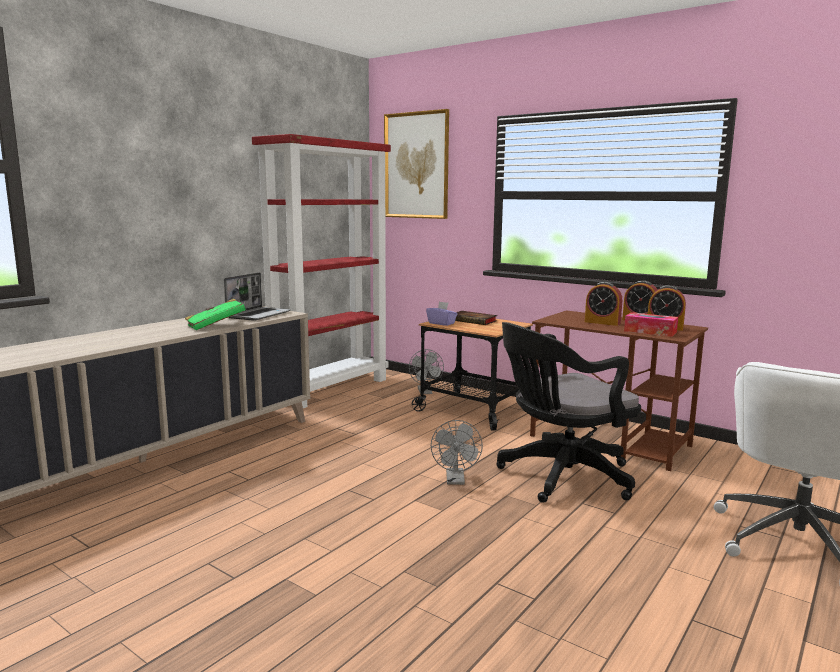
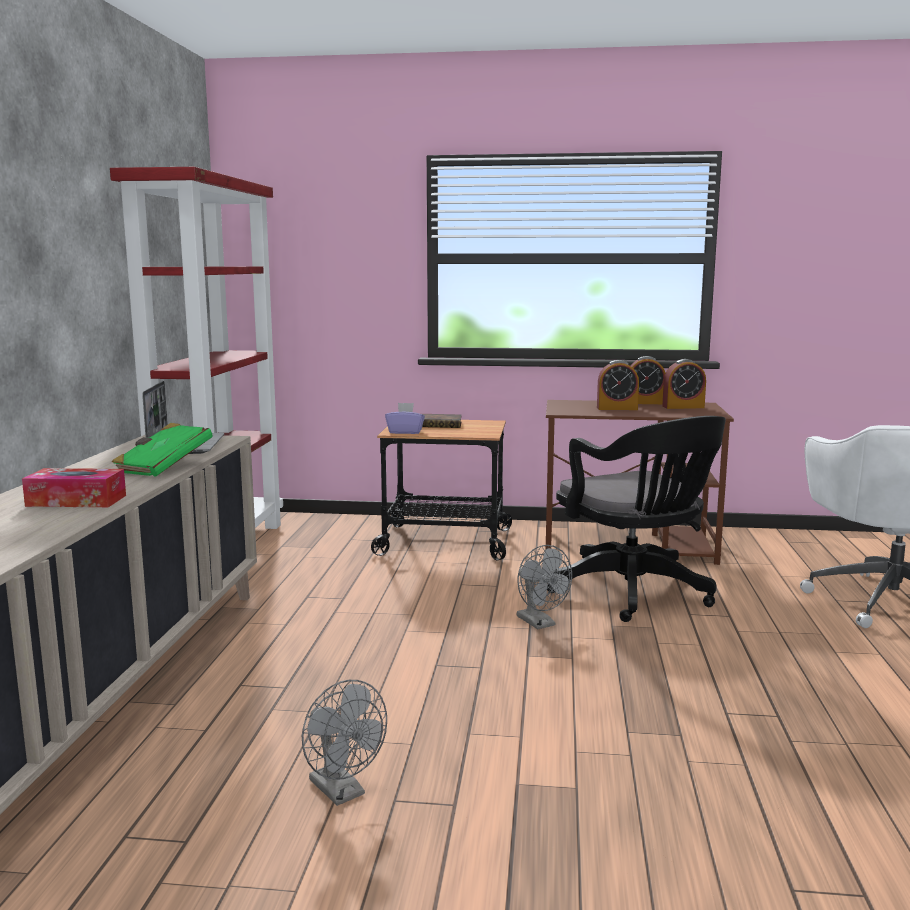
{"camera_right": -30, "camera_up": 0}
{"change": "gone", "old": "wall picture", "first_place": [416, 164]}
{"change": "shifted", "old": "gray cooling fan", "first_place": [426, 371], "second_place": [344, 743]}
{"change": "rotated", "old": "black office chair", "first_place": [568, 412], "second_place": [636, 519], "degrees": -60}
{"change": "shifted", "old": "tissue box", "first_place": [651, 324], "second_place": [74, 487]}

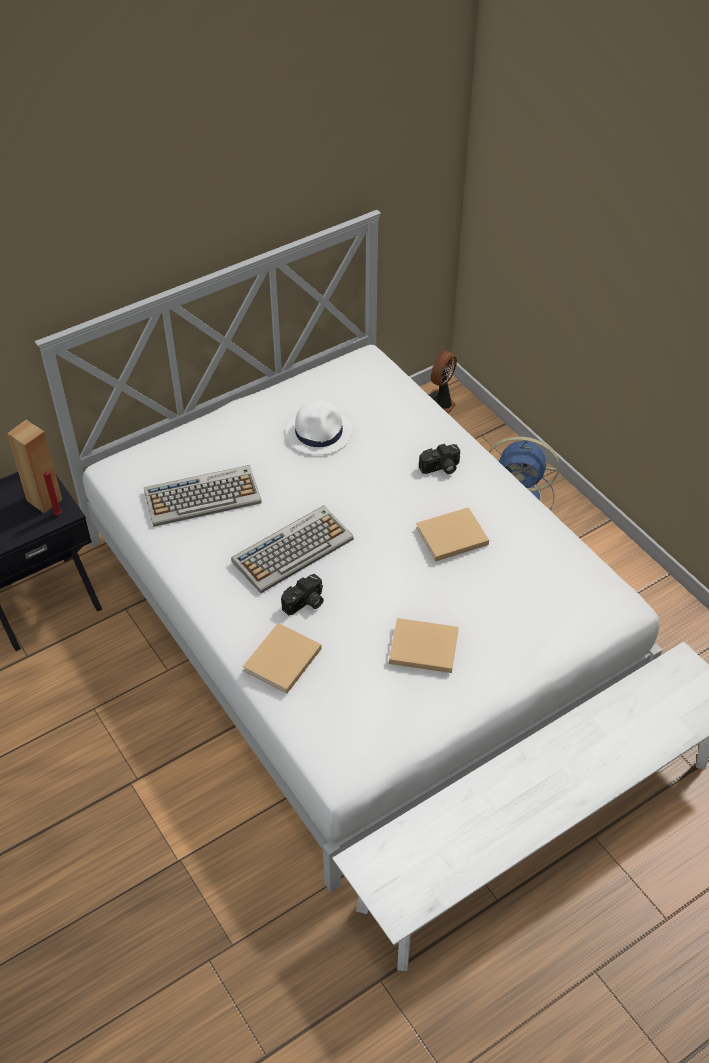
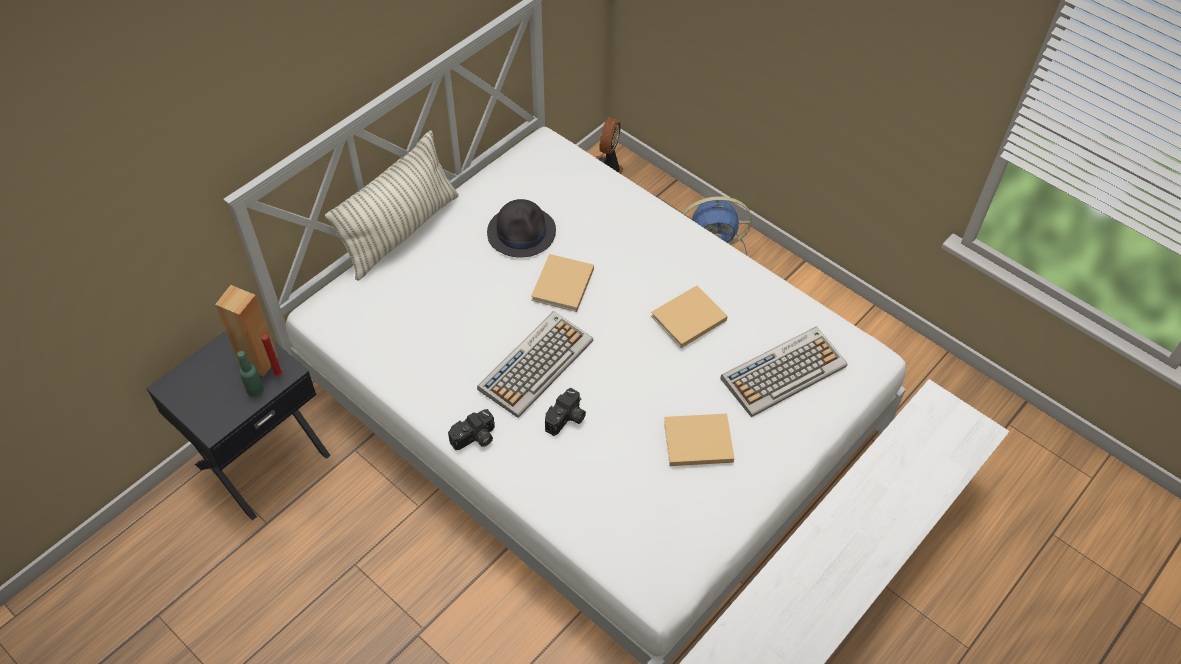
{"camera_right": -15, "camera_up": 5}
{"change": "shifted", "old": "keyboard", "first_place": [202, 496], "second_place": [784, 371]}
{"change": "shifted", "old": "beige book", "first_place": [282, 658], "second_place": [562, 283]}
{"change": "repainted", "old": "white clothing hat", "new": "black clothing hat", "first_place": [319, 427], "second_place": [521, 228]}
{"change": "shifted", "old": "photo camera", "first_place": [439, 459], "second_place": [471, 429]}
{"change": "new", "new": "green drink bottle", "second_place": [250, 374]}
{"change": "new", "new": "cushion", "second_place": [392, 205]}

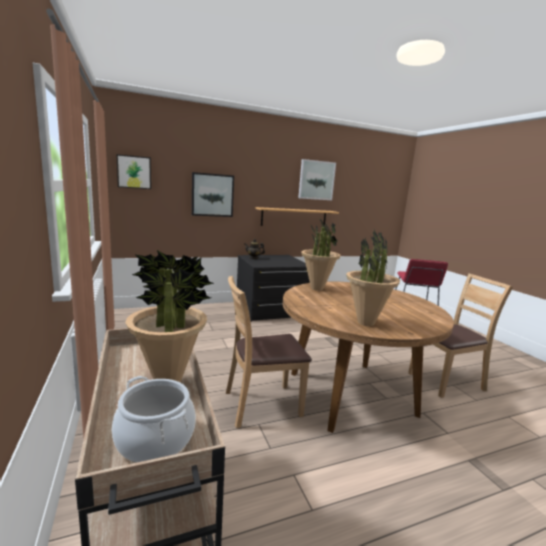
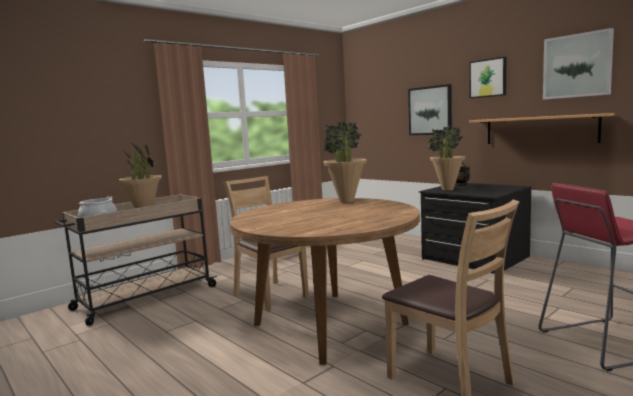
{"camera_right": 70, "camera_up": -5}
{"change": "shifted", "old": "wall picture", "first_place": [133, 171], "second_place": [488, 77]}
{"change": "shifted", "old": "plant in a pot", "first_place": [373, 278], "second_place": [446, 157]}

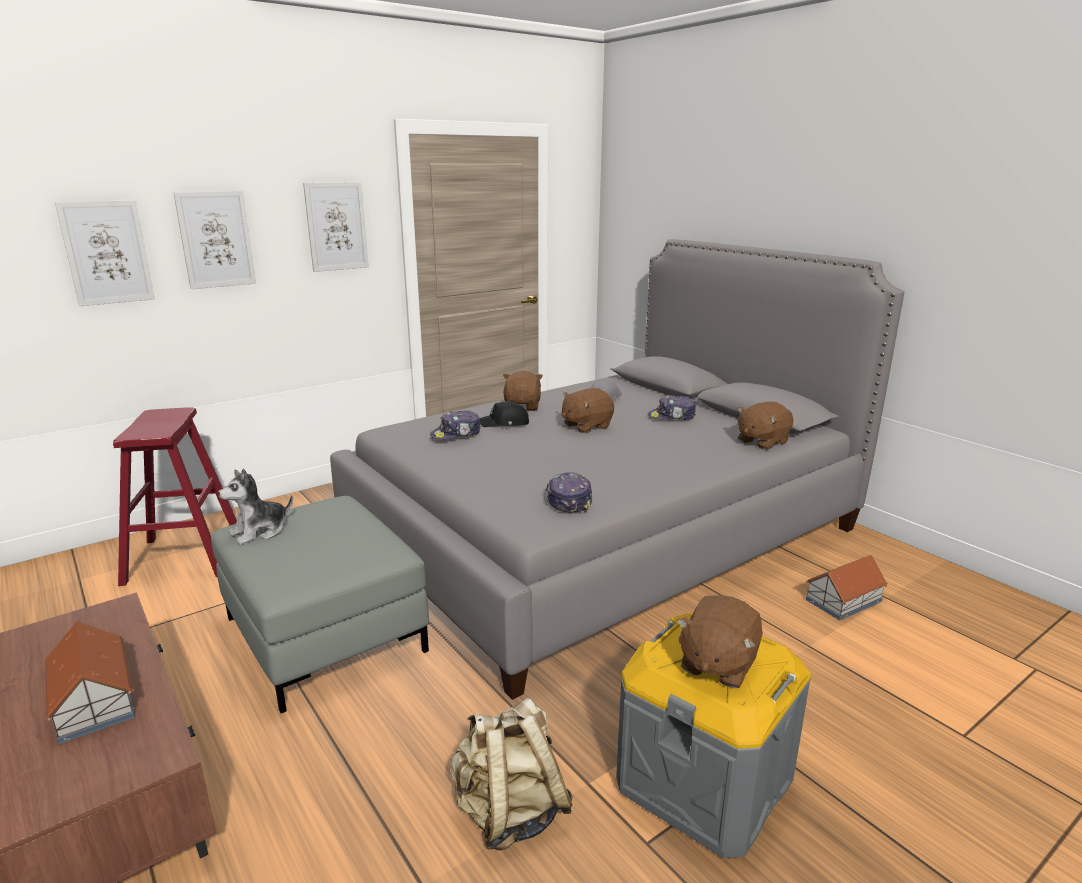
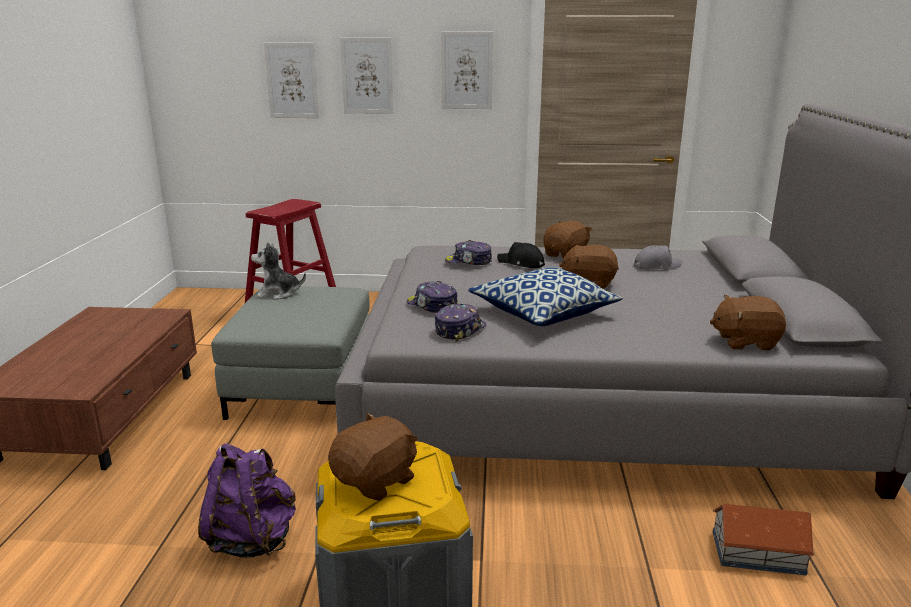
{"camera_right": 40, "camera_up": 0}
{"change": "gone", "old": "toy house", "first_place": [90, 682]}
{"change": "repainted", "old": "beige backpack", "new": "purplish backpack", "first_place": [511, 774], "second_place": [247, 500]}
{"change": "shifted", "old": "cap", "first_place": [672, 407], "second_place": [433, 297]}
{"change": "rotated", "old": "brownish plush toy", "first_place": [719, 641], "second_place": [373, 457], "degrees": 150}
{"change": "new", "new": "cushion", "second_place": [545, 296]}

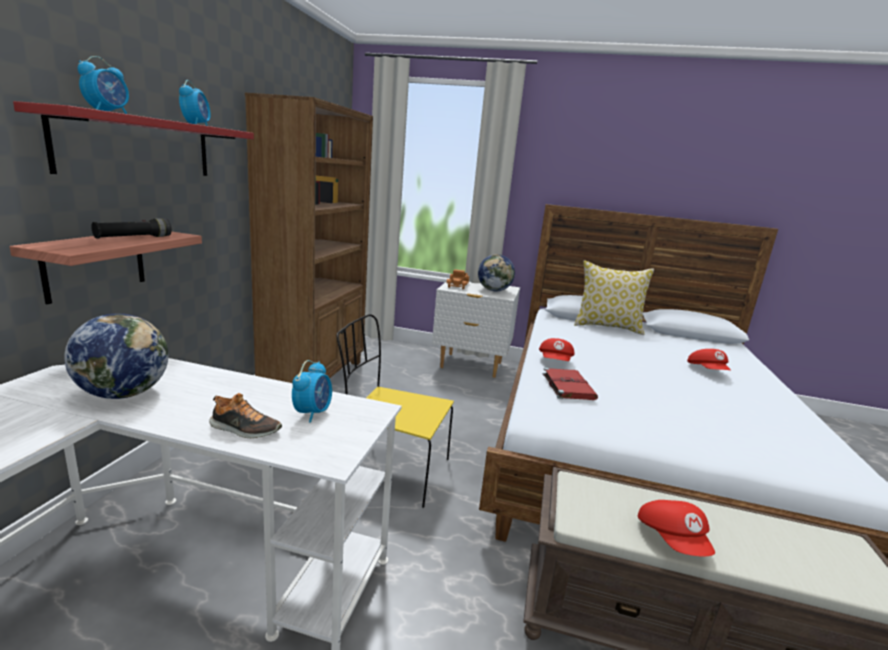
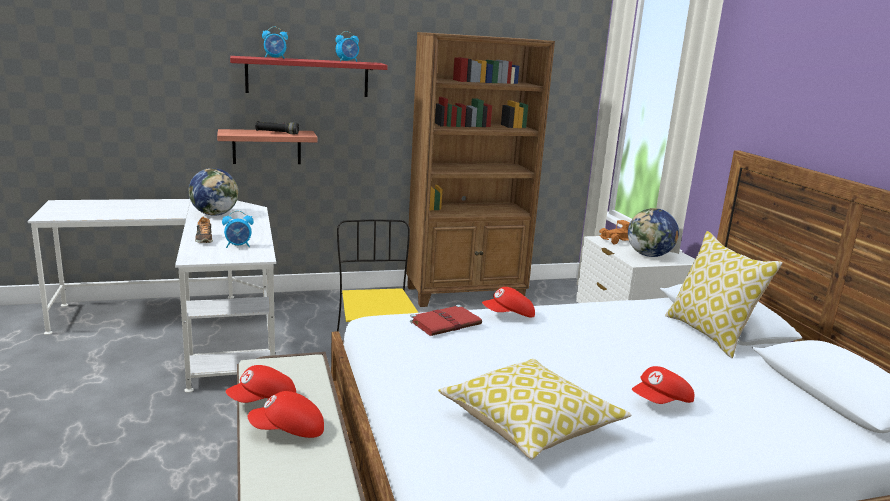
{"camera_right": 60, "camera_up": 0}
{"change": "new", "new": "reddish cap", "second_place": [286, 414]}
{"change": "new", "new": "cushion", "second_place": [534, 409]}

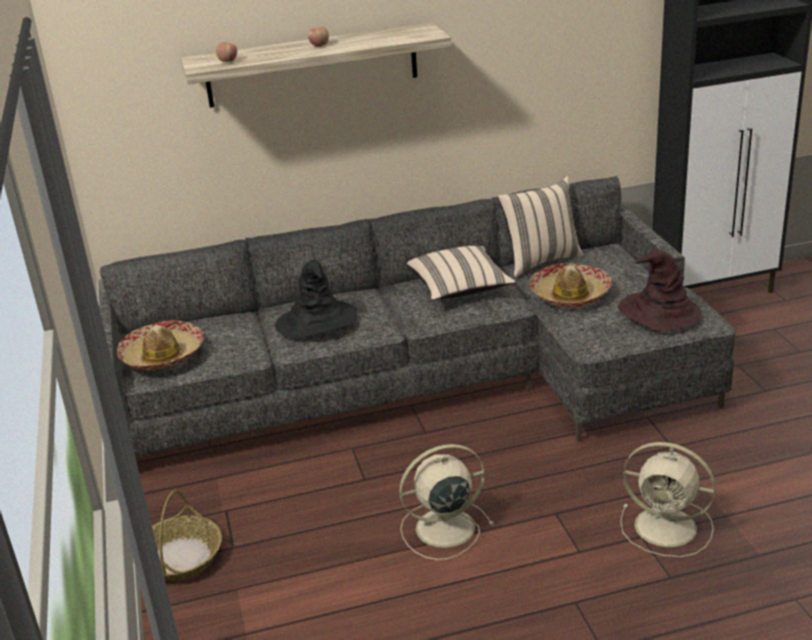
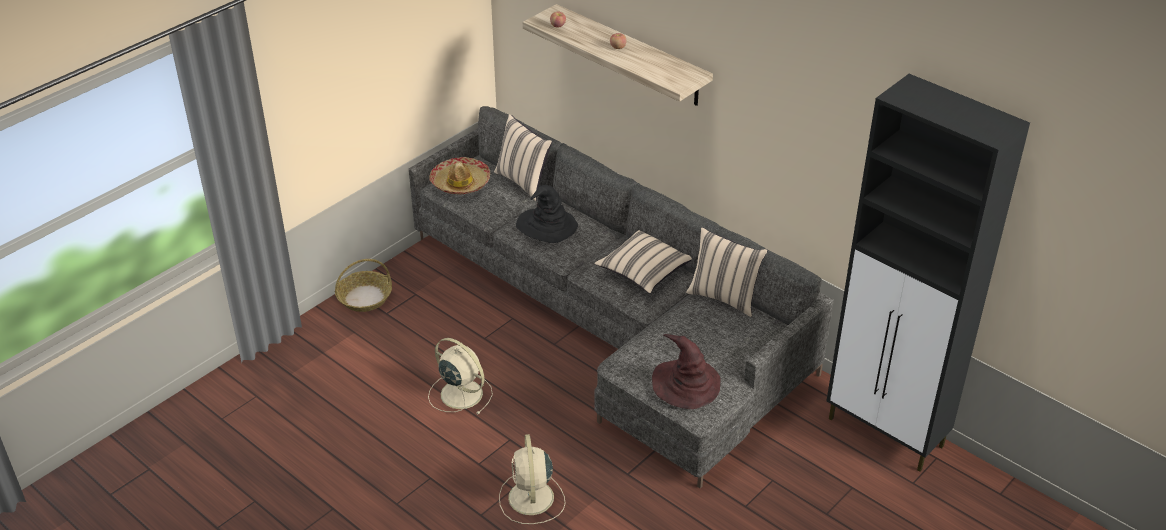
{"camera_right": 55, "camera_up": 10}
{"change": "gone", "old": "clothing hat", "first_place": [570, 285]}
{"change": "new", "new": "beige cushion", "second_place": [523, 157]}

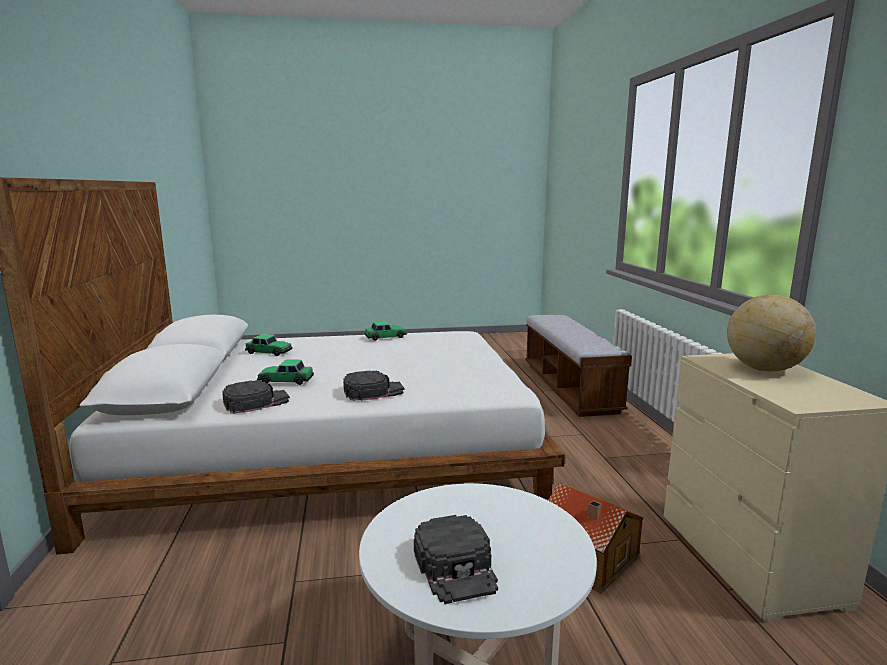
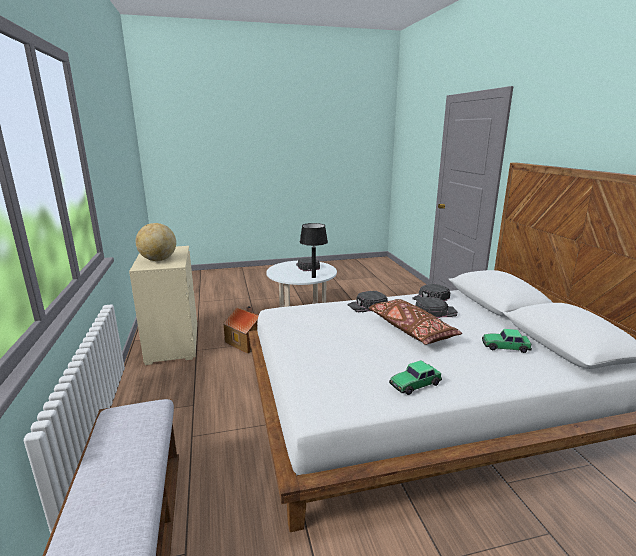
{"camera_right": 175, "camera_up": 5}
{"change": "swapped", "old": "toy car", "new": "black cap", "first_place": [285, 372], "second_place": [436, 307]}
{"change": "new", "new": "black tabletop lamp", "second_place": [314, 250]}
{"change": "new", "new": "brownish cushion", "second_place": [415, 322]}

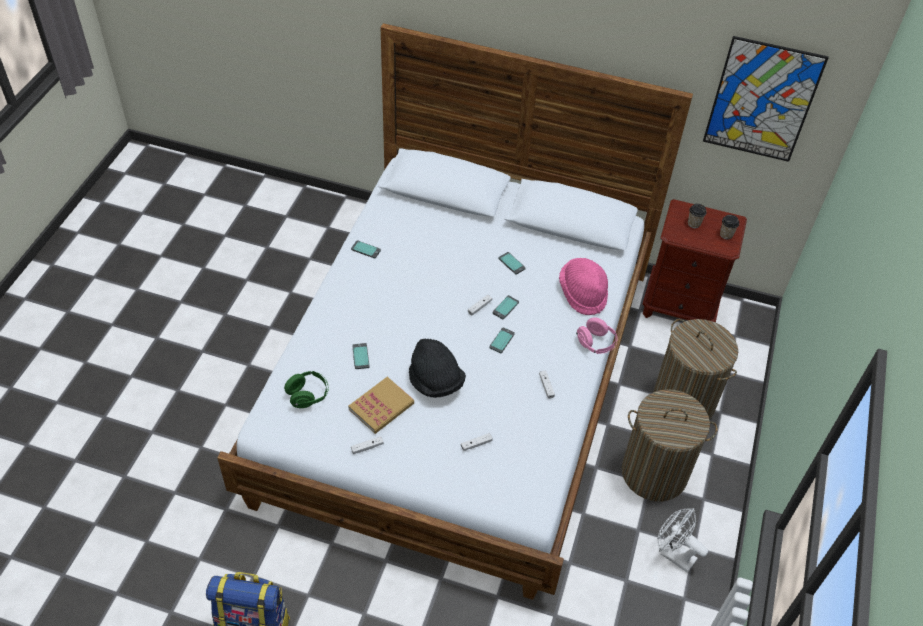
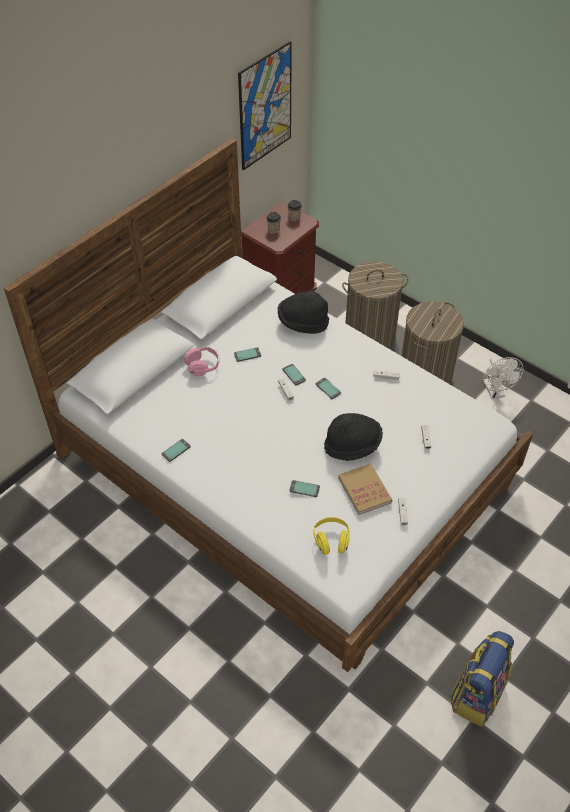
{"camera_right": -65, "camera_up": 0}
{"change": "repainted", "old": "green pair of headphones", "new": "yellow-coloured pair of headphones", "first_place": [306, 389], "second_place": [332, 536]}
{"change": "repainted", "old": "pink clothing hat", "new": "black clothing hat", "first_place": [583, 286], "second_place": [303, 312]}
{"change": "shifted", "old": "pink pair of headphones", "first_place": [596, 335], "second_place": [202, 361]}
{"change": "rotated", "old": "white cooling fan", "first_place": [682, 540], "second_place": [503, 377], "degrees": -75}

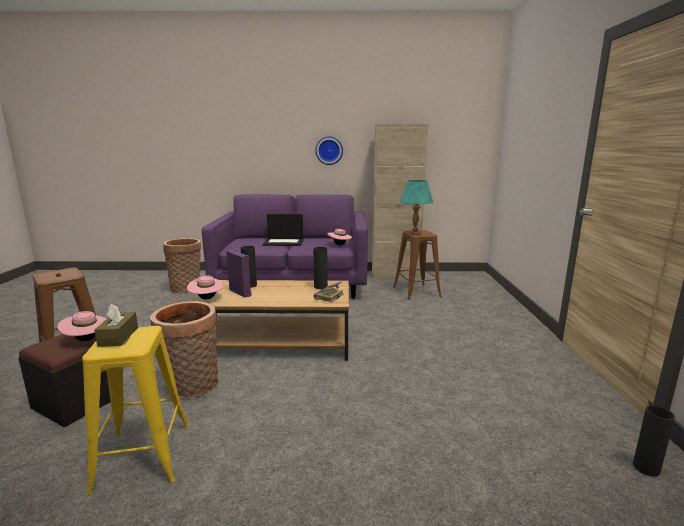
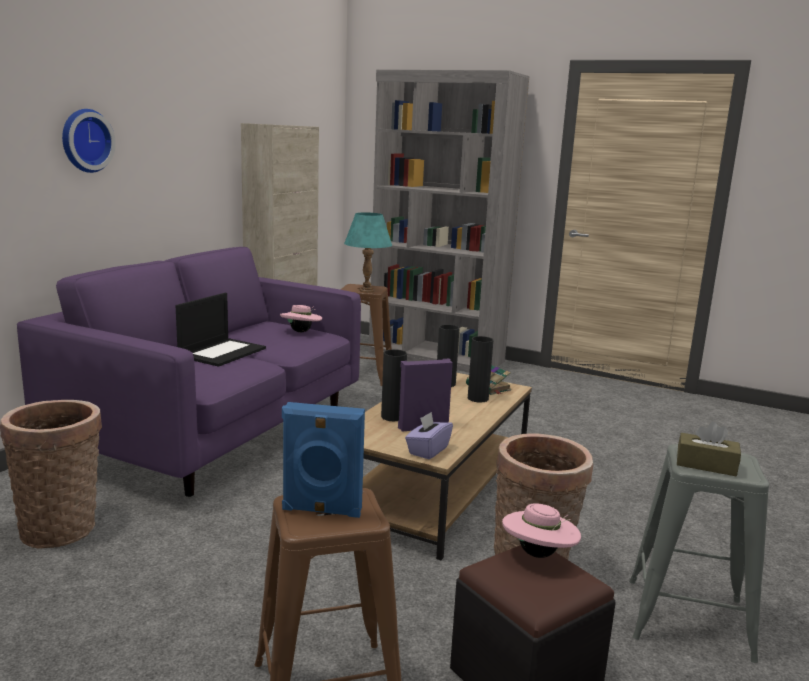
{"camera_right": -65, "camera_up": 0}
{"change": "repainted", "old": "yellow-coloured stool", "new": "gray stool", "first_place": [135, 410], "second_place": [699, 553]}
{"change": "swapped", "old": "pink clothing hat", "new": "purplish tissue box", "first_place": [205, 287], "second_place": [429, 435]}
{"change": "shifted", "old": "hanging clock", "first_place": [329, 150], "second_place": [89, 141]}
{"change": "shifted", "old": "black decorative vase", "first_place": [654, 441], "second_place": [480, 369]}
{"change": "new", "new": "bluish speaker", "second_place": [323, 460]}
{"change": "new", "new": "gray shelving unit", "second_place": [449, 221]}

